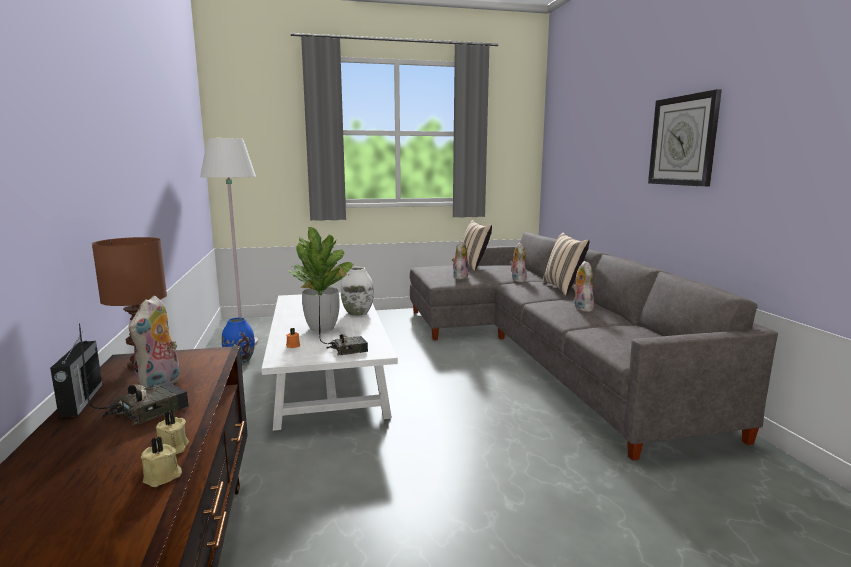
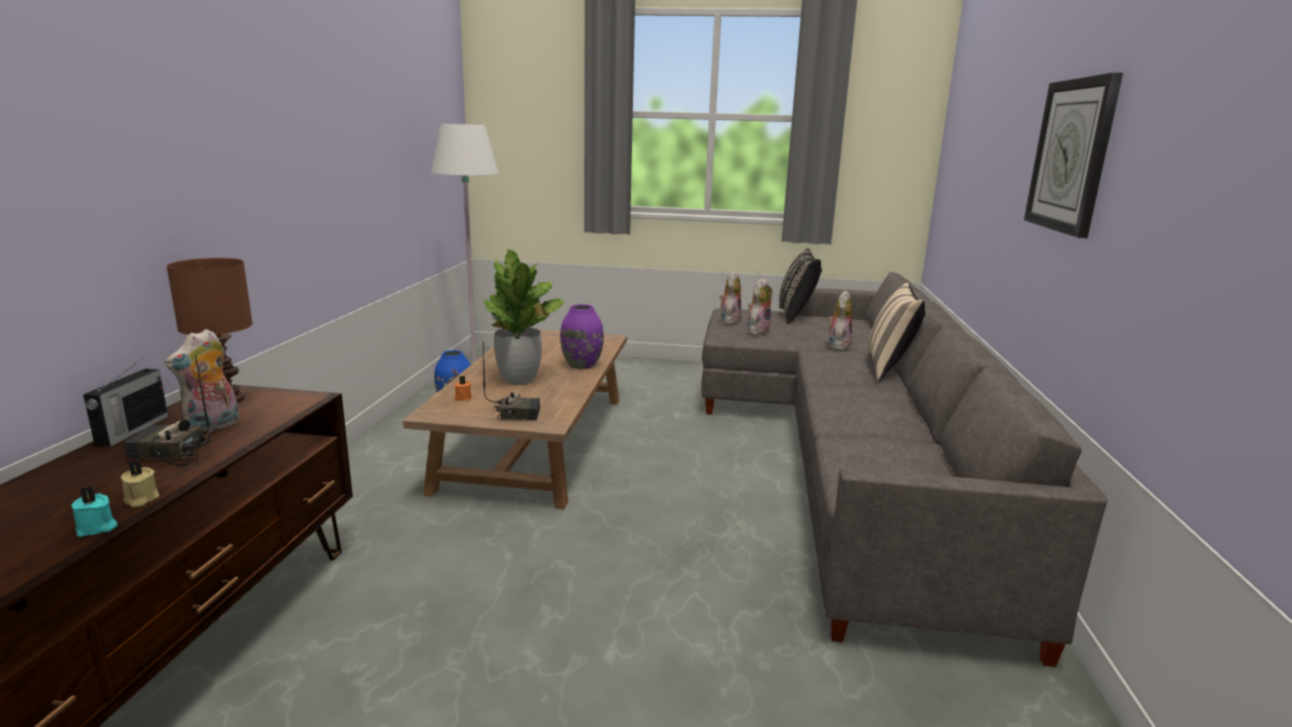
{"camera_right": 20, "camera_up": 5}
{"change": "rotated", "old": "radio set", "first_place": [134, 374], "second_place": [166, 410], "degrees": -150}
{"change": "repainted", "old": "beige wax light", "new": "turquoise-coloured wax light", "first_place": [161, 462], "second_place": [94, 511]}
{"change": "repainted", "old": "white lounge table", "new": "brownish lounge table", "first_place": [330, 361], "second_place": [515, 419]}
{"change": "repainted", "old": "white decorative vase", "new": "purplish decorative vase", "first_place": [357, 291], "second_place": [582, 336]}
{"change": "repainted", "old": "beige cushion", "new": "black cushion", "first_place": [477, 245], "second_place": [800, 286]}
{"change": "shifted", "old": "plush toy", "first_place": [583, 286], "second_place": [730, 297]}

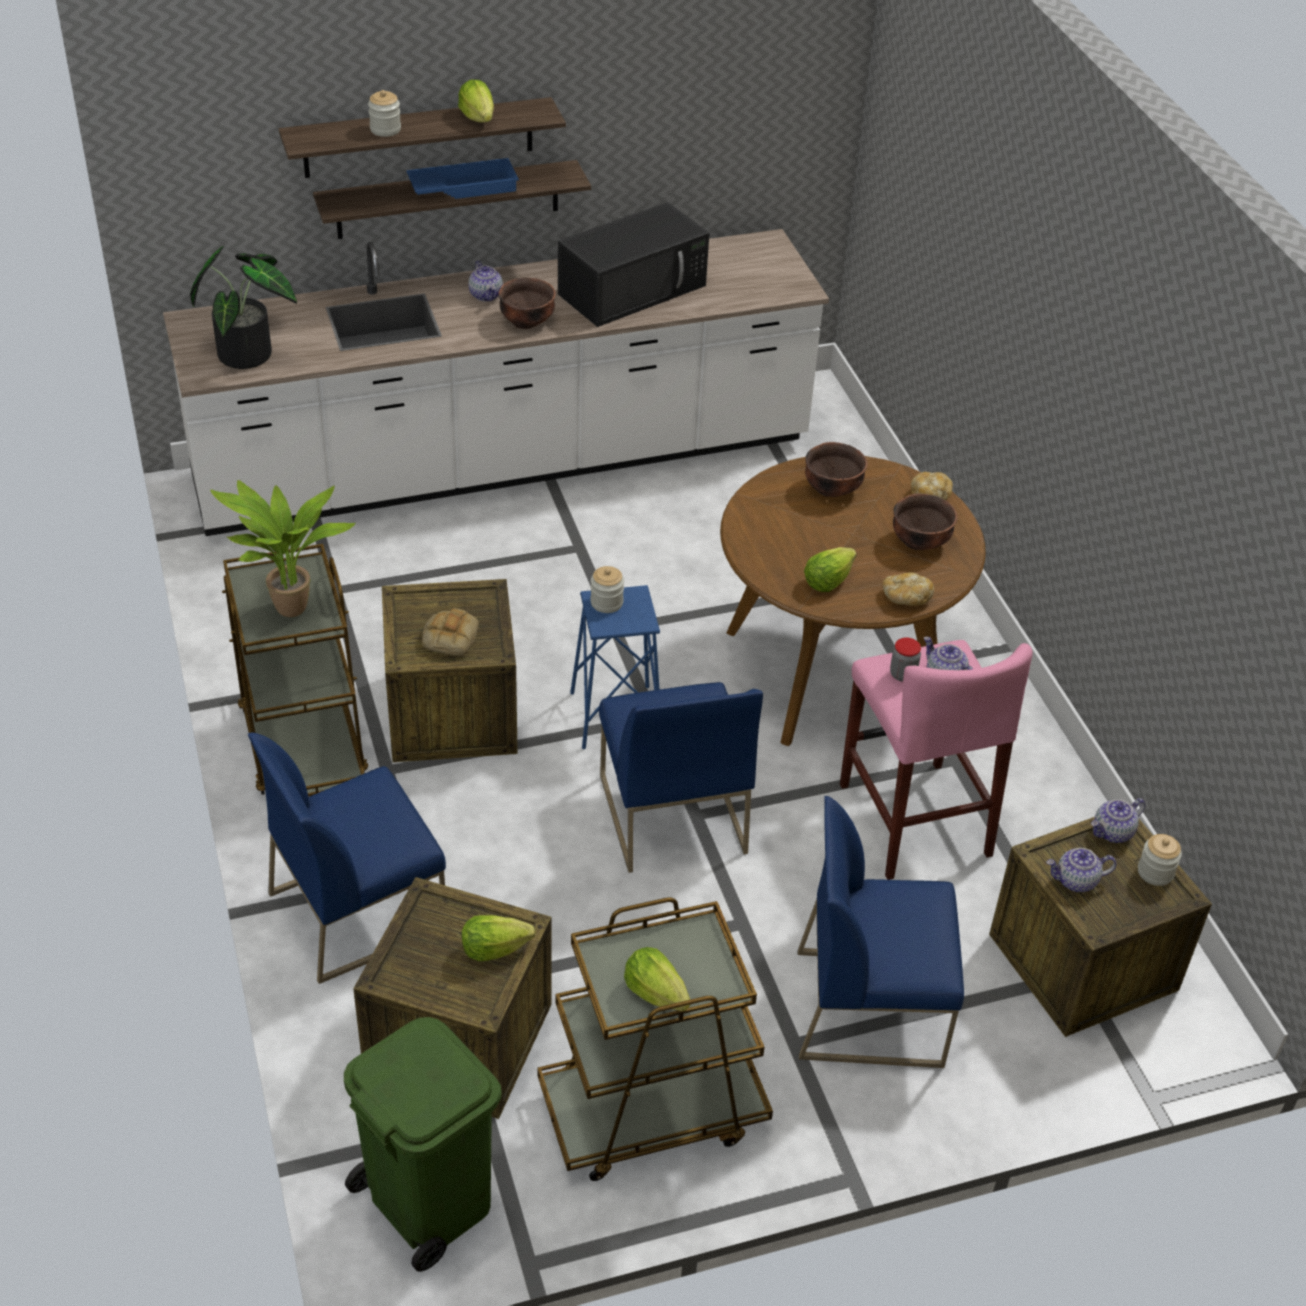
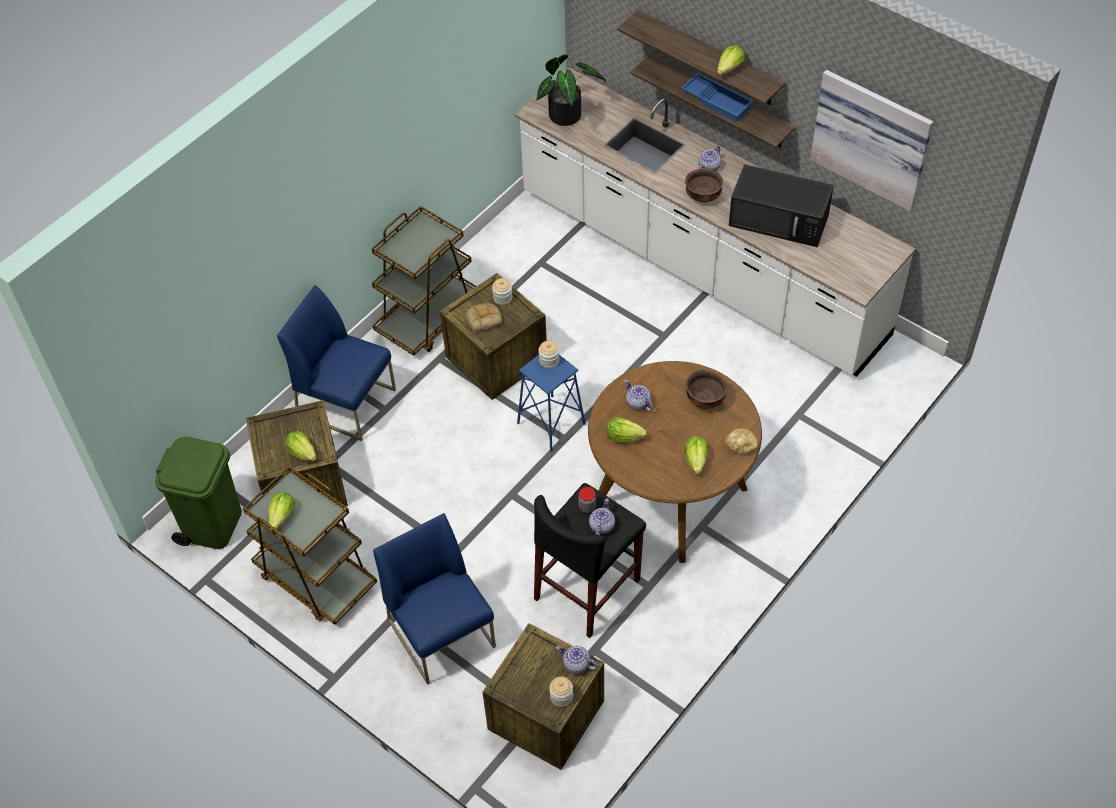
{"camera_right": 60, "camera_up": 10}
{"change": "gone", "old": "plant in a pot", "first_place": [283, 548]}
{"change": "shifted", "old": "jar", "first_place": [384, 113], "second_place": [502, 291]}
{"change": "gone", "old": "bluish upright chair", "first_place": [681, 777]}
{"change": "repainted", "old": "pink stool", "new": "black stool", "first_place": [936, 760], "second_place": [590, 560]}
{"change": "gone", "old": "baked bread", "first_place": [908, 589]}
{"change": "swapped", "old": "brownish deep dish", "new": "head of lettuce", "first_place": [925, 521], "second_place": [696, 455]}
{"change": "shifted", "old": "teapot", "first_place": [1081, 870], "second_place": [638, 395]}
{"change": "new", "new": "wall picture", "second_place": [871, 140]}

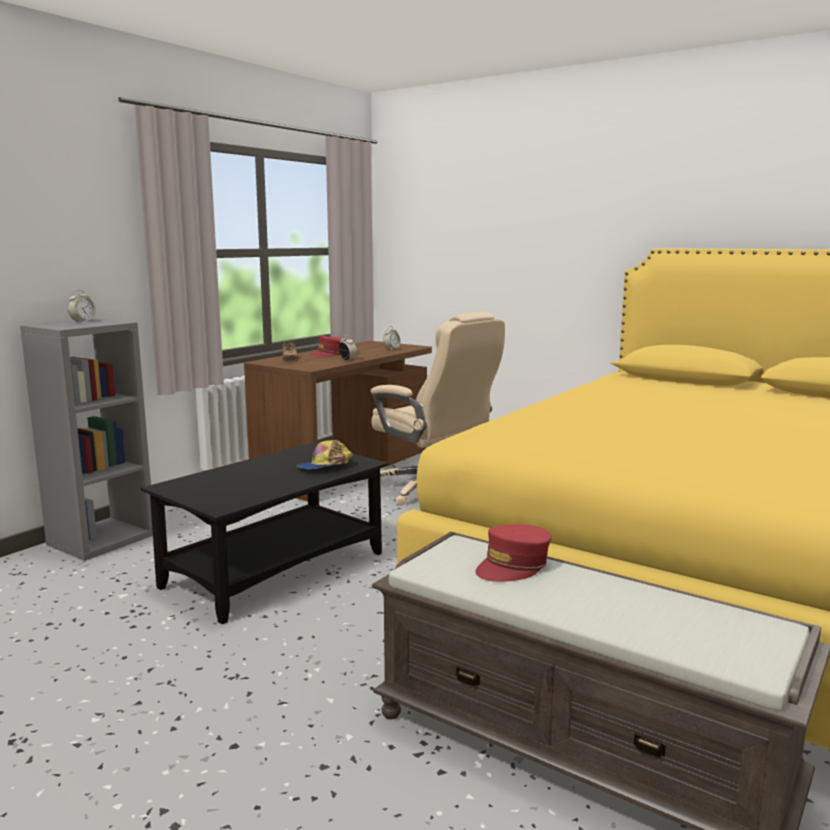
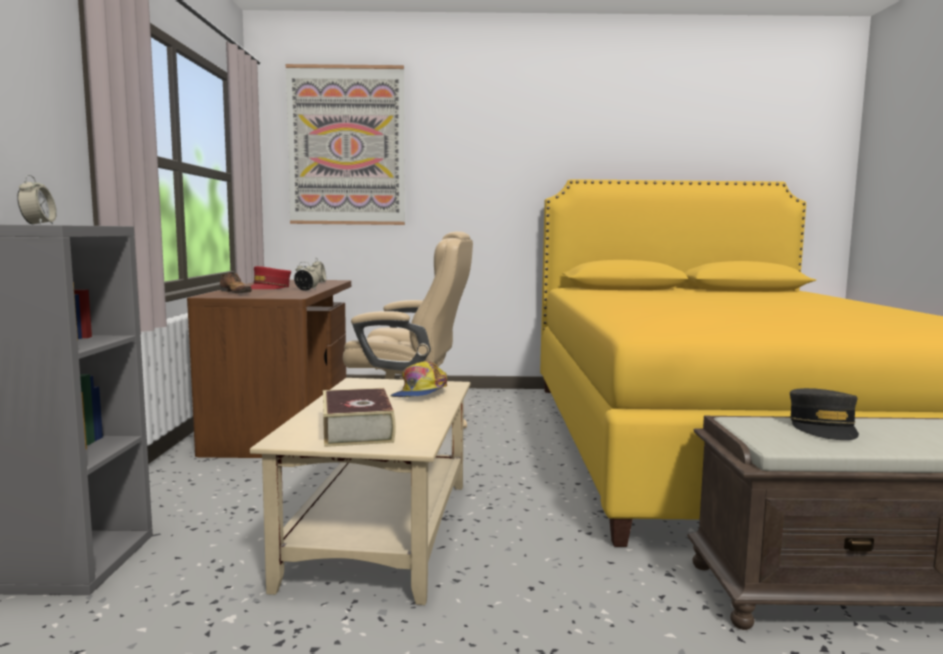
{"camera_right": -35, "camera_up": -5}
{"change": "repainted", "old": "black lounge table", "new": "beige lounge table", "first_place": [264, 533], "second_place": [360, 491]}
{"change": "repainted", "old": "reddish cap", "new": "gray cap", "first_place": [513, 553], "second_place": [824, 414]}
{"change": "new", "new": "wall picture", "second_place": [345, 144]}
{"change": "new", "new": "book", "second_place": [359, 417]}

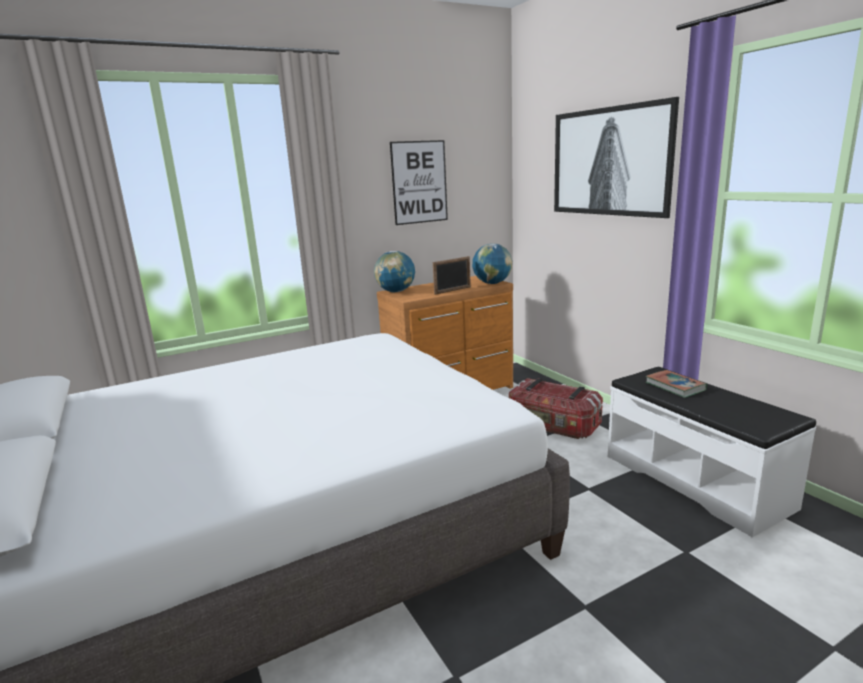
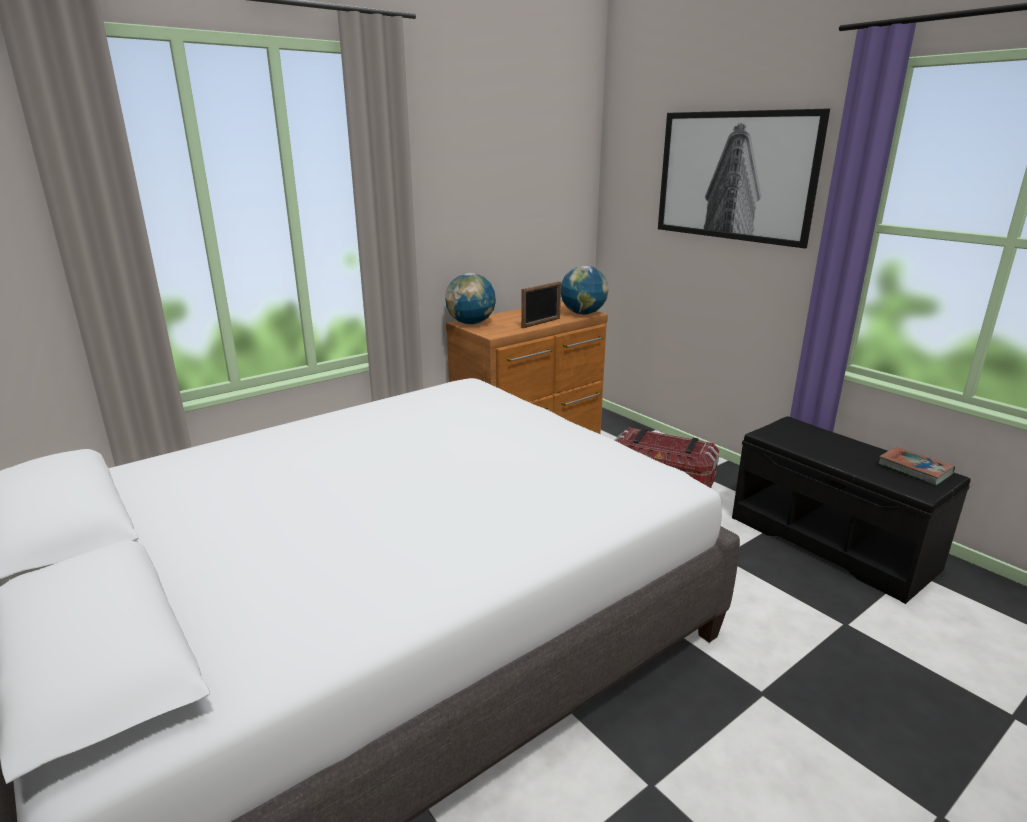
{"camera_right": -10, "camera_up": 5}
{"change": "gone", "old": "wall picture", "first_place": [419, 182]}
{"change": "repainted", "old": "white bench", "new": "black bench", "first_place": [712, 452], "second_place": [851, 510]}
{"change": "shifted", "old": "book", "first_place": [676, 384], "second_place": [916, 466]}

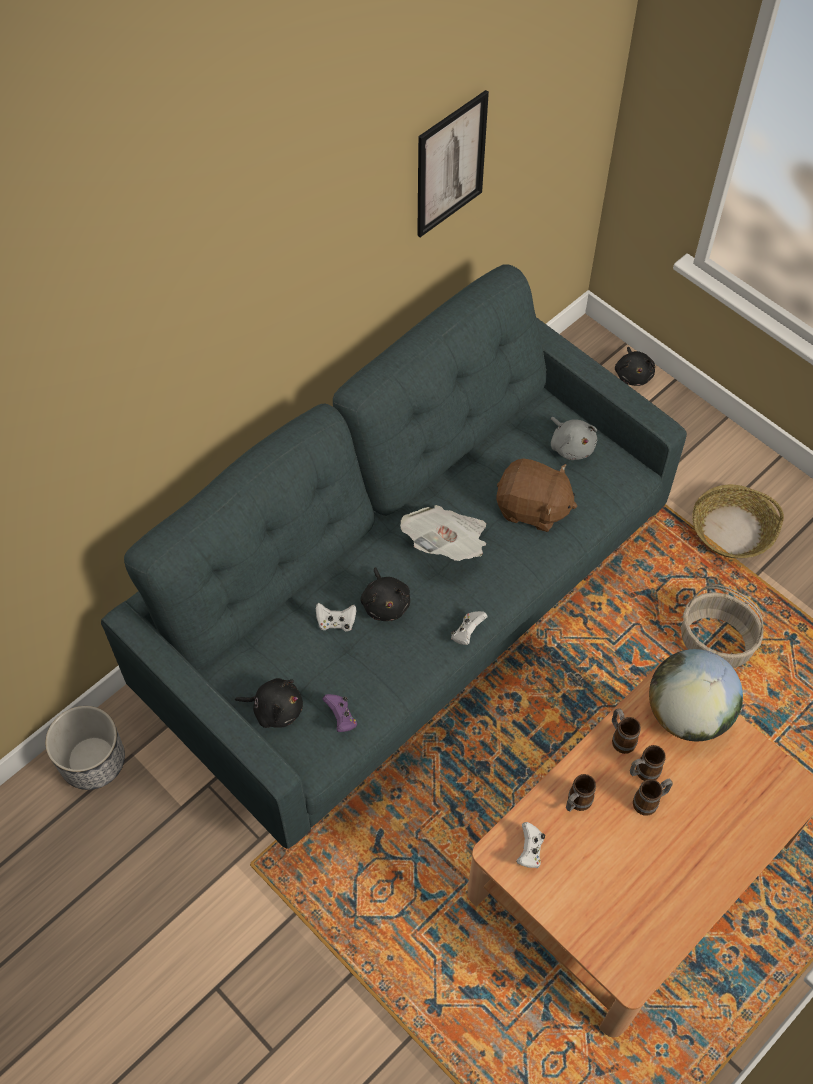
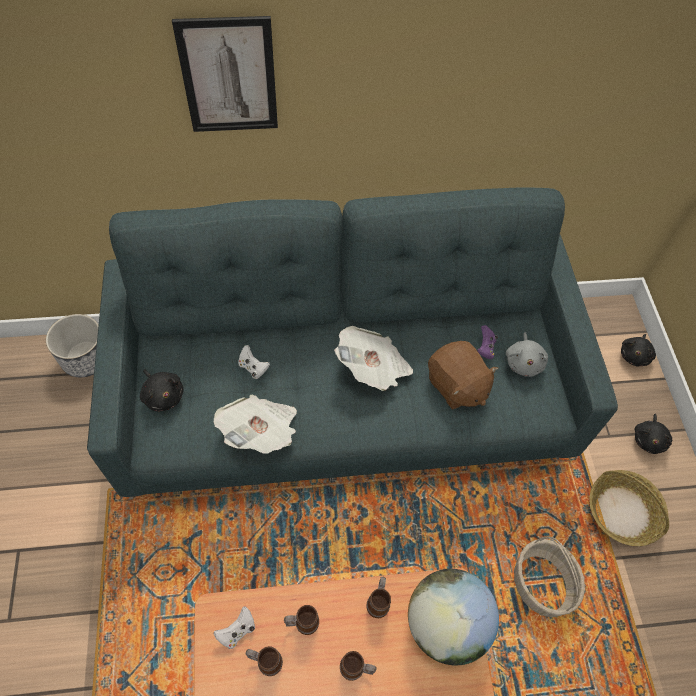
{"camera_right": 35, "camera_up": 0}
{"change": "shifted", "old": "purplish joypad", "first_place": [339, 713], "second_place": [487, 342]}
{"change": "shifted", "old": "black plush toy", "first_place": [385, 594], "second_place": [653, 434]}
{"change": "shifted", "old": "wall picture", "first_place": [453, 163], "second_place": [225, 74]}
{"change": "gone", "old": "white joypad", "first_place": [469, 628]}
{"change": "shifted", "old": "tea mug", "first_place": [648, 763], "second_place": [264, 661]}
{"change": "new", "new": "newspaper", "second_place": [255, 424]}

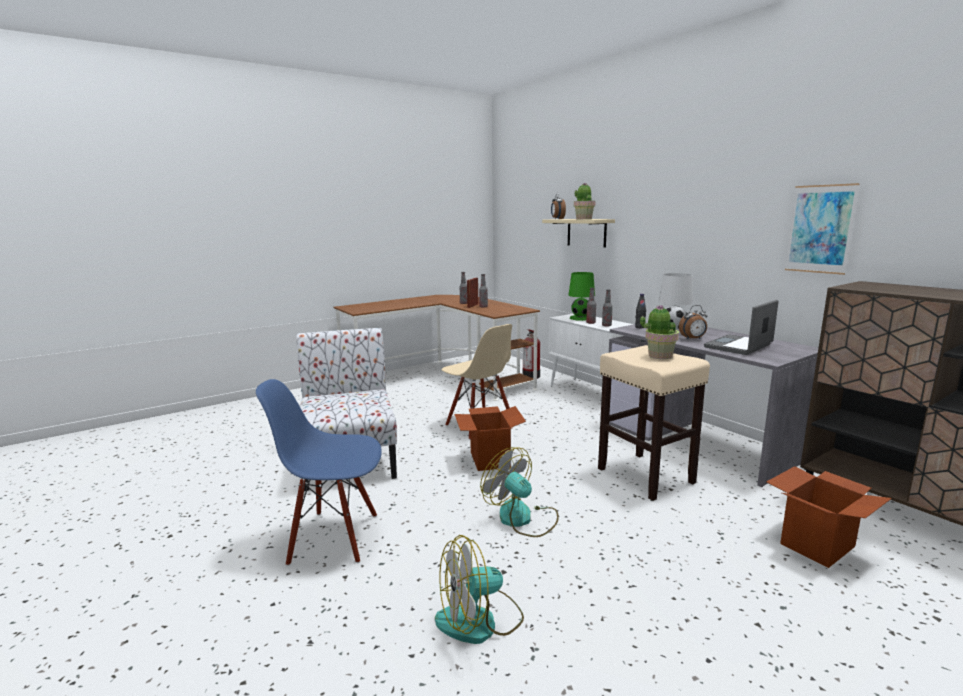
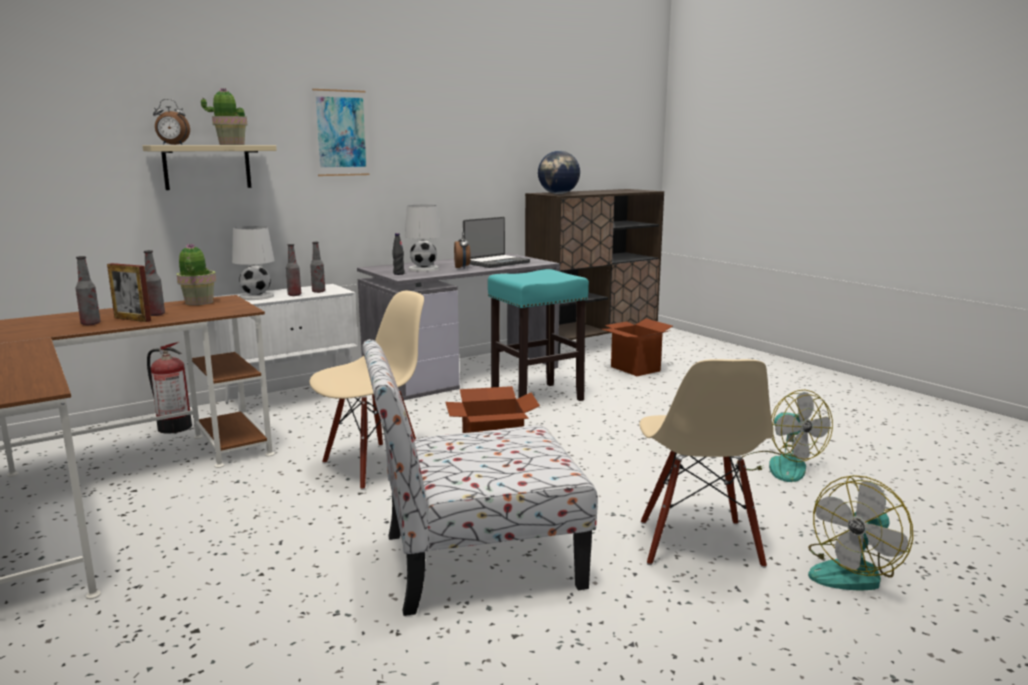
{"camera_right": -90, "camera_up": 0}
{"change": "repainted", "old": "bluish upright chair", "new": "beige upright chair", "first_place": [319, 472], "second_place": [706, 463]}
{"change": "shifted", "old": "cooling fan", "first_place": [519, 492], "second_place": [860, 533]}
{"change": "repainted", "old": "green tabletop lamp", "new": "white tabletop lamp", "first_place": [582, 296], "second_place": [253, 263]}
{"change": "repainted", "old": "beige stool", "new": "turquoise-coloured stool", "first_place": [654, 423], "second_place": [538, 335]}
{"change": "shifted", "old": "plant in a pot", "first_place": [659, 332], "second_place": [196, 274]}
{"change": "rotated", "old": "portable computer", "first_place": [741, 327], "second_place": [496, 242], "degrees": -90}
{"change": "shifted", "old": "wall picture", "first_place": [822, 229], "second_place": [341, 132]}
{"change": "new", "new": "desk globe", "second_place": [559, 172]}

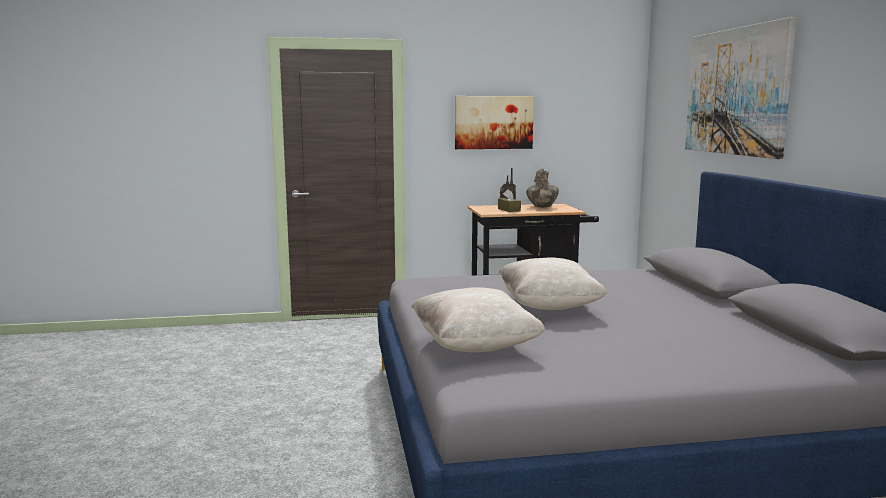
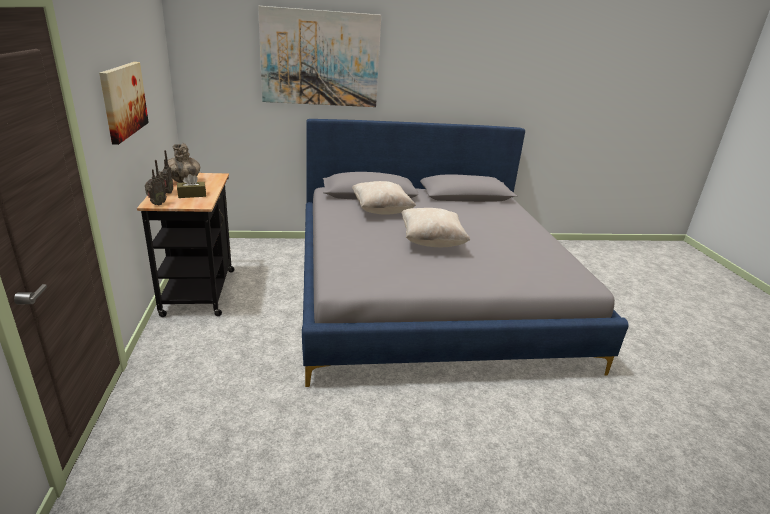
{"camera_right": -90, "camera_up": 15}
{"change": "shifted", "old": "beige cushion", "first_place": [478, 319], "second_place": [384, 198]}
{"change": "new", "new": "radio set", "second_place": [156, 182]}

